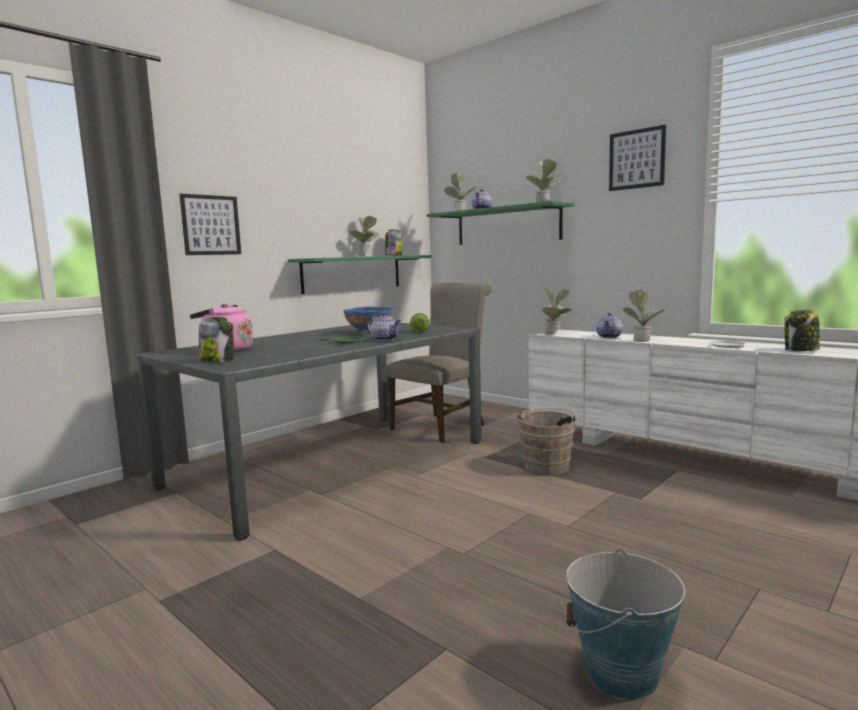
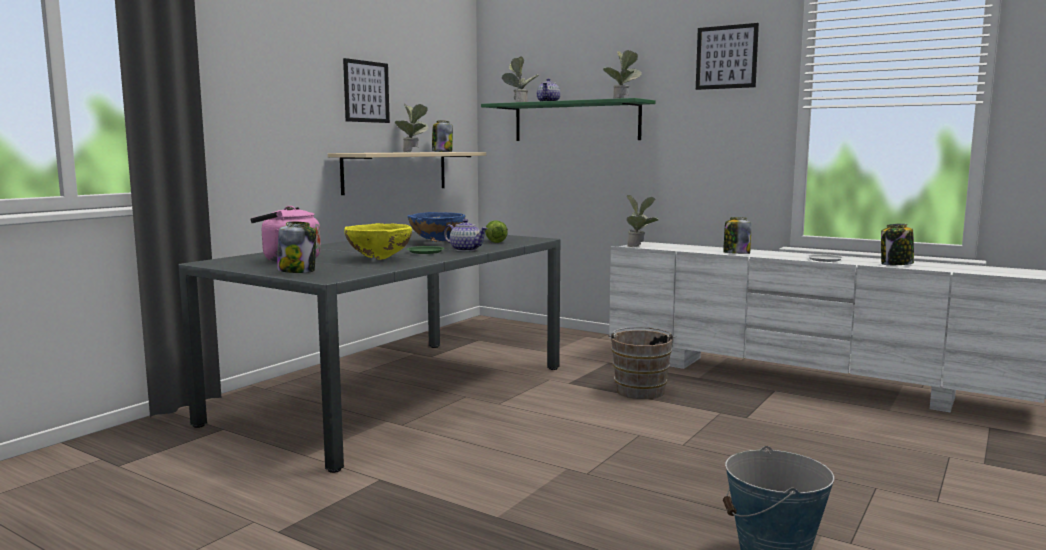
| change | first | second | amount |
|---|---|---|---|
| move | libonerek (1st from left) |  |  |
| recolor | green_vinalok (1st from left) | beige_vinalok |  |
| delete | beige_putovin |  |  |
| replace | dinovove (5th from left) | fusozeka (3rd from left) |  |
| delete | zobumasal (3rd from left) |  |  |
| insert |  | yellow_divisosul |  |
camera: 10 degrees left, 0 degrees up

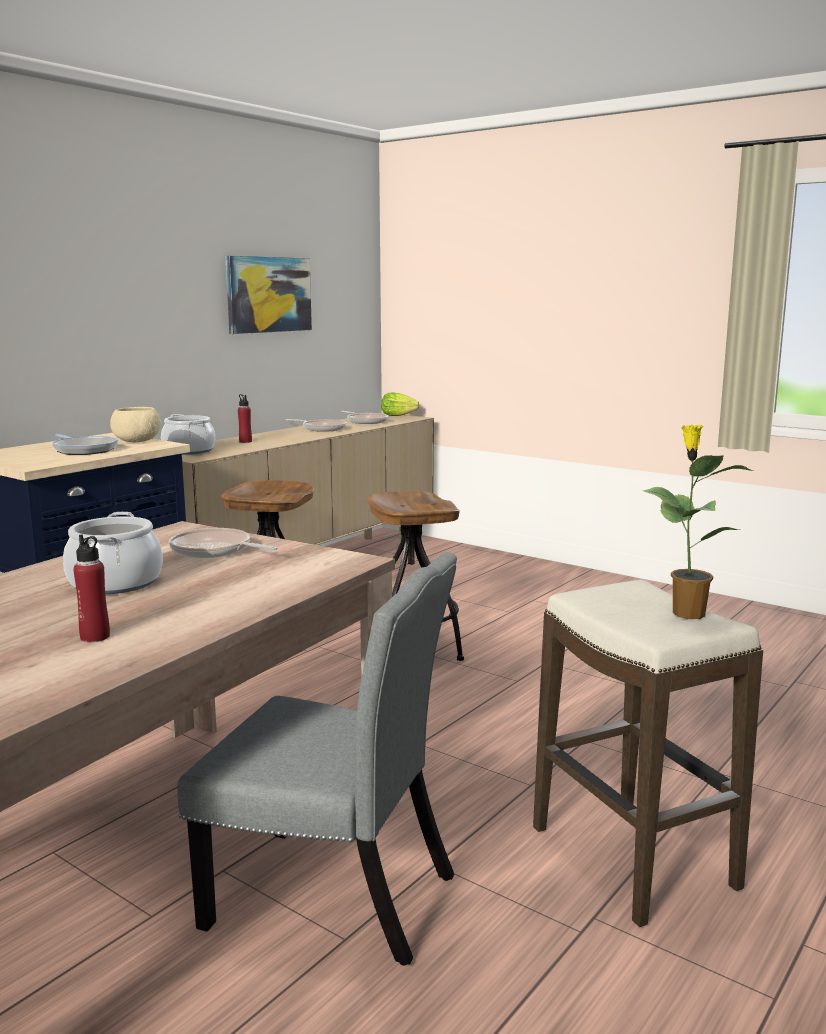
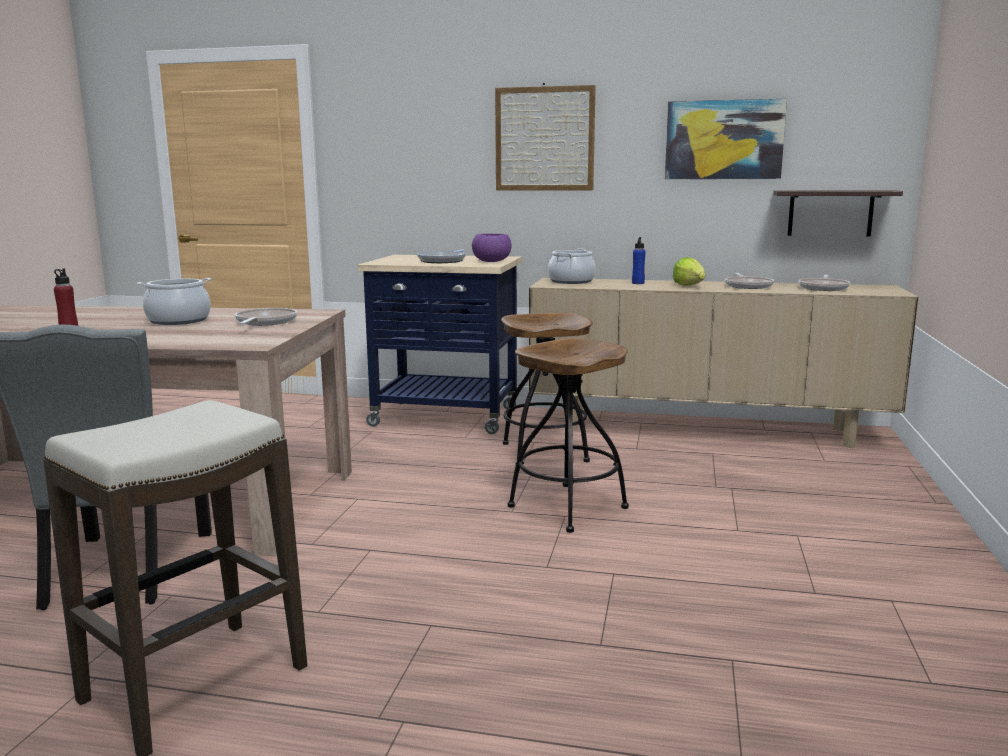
| change | first | second | amount |
|---|---|---|---|
| move | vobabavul |  |  |
| recolor | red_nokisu (2nd from left) | blue_nokisu |  |
| recolor | beige_divisosul | purple_divisosul |  |
| delete | dinovove |  |  |
| insert |  | libonerek (1st from left) |  |
| insert |  | vinalok |  |
camera: 65 degrees right, 0 degrees up

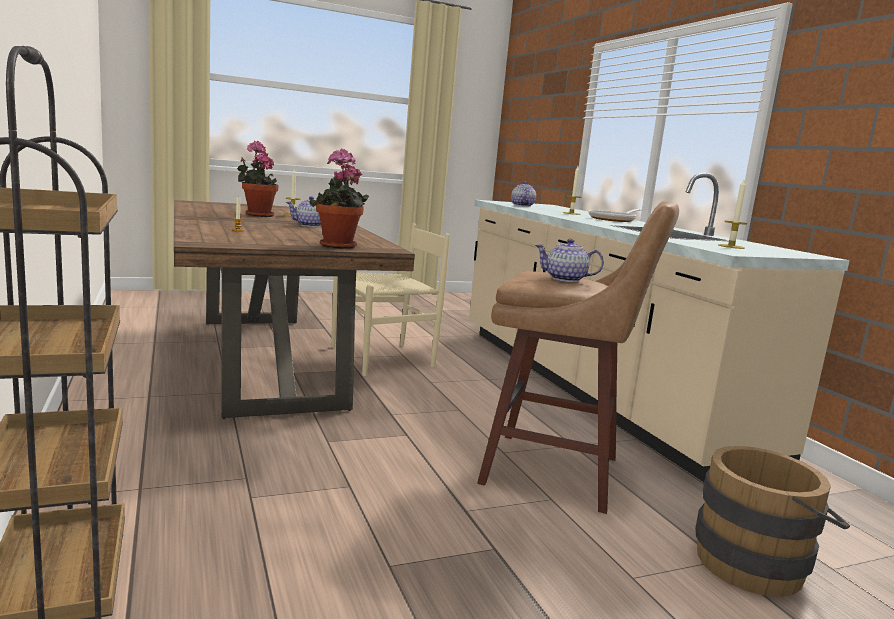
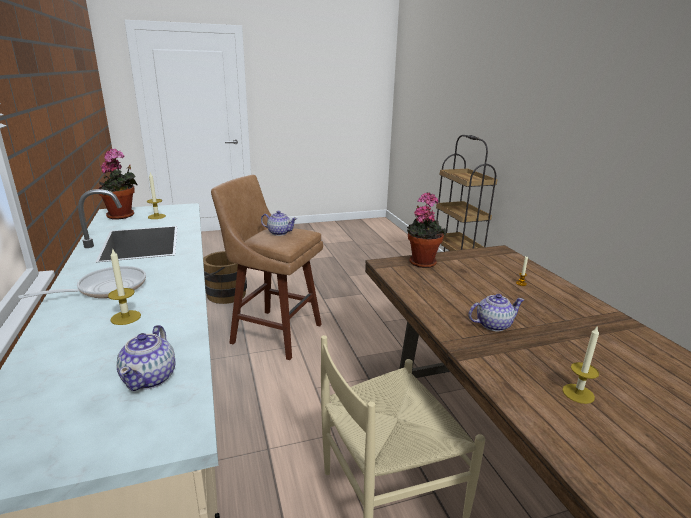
| change | first | second | amount |
|---|---|---|---|
| move | dinovove (1st from left) |  |  |
camera: 175 degrees left, 10 degrees up

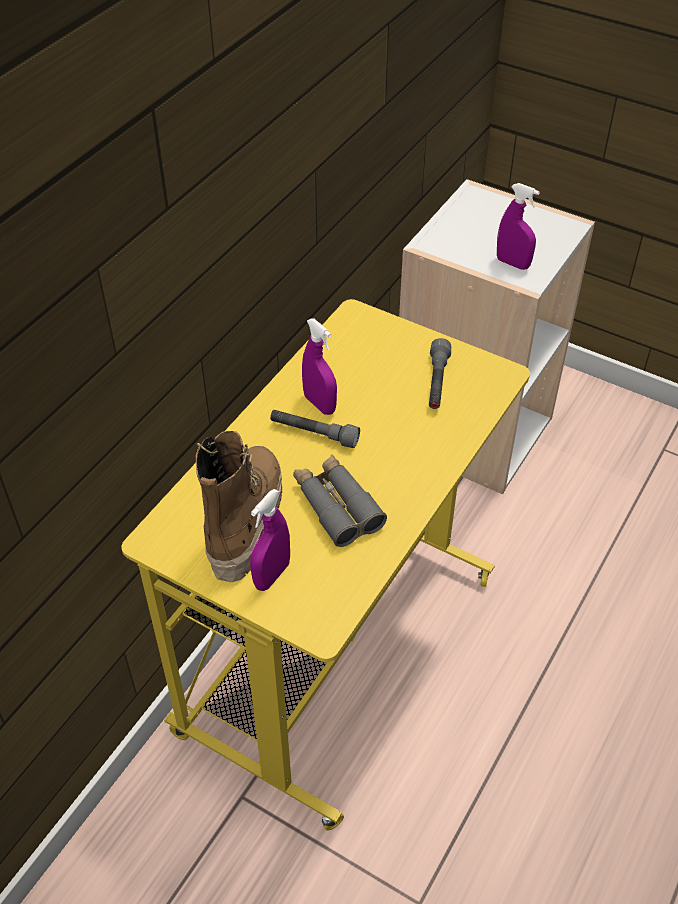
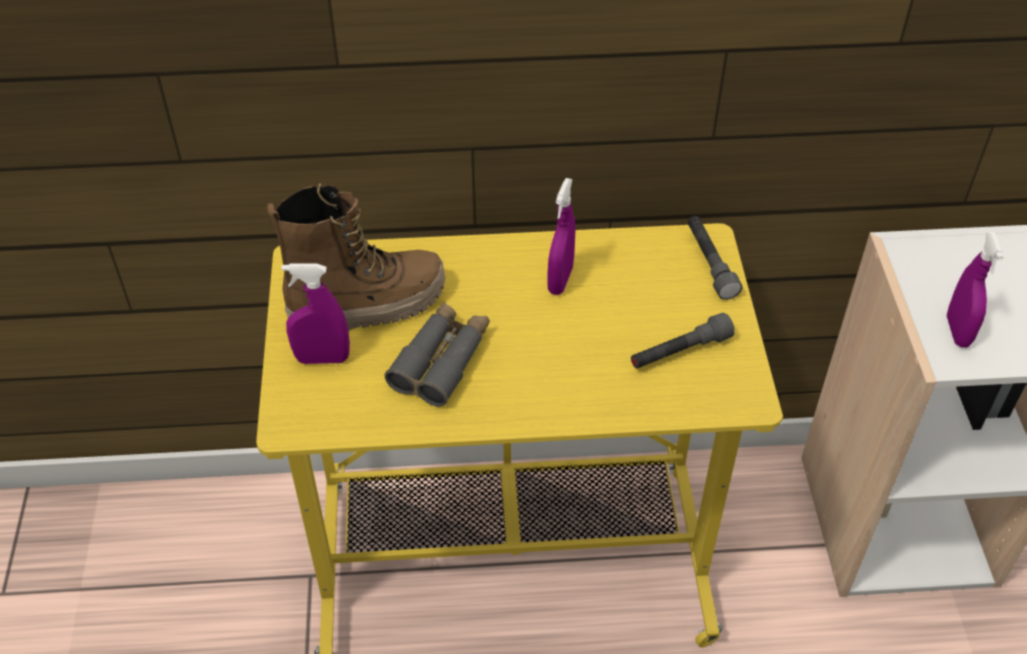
| change | first | second | amount |
|---|---|---|---|
| move | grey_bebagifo (1st from left in the first image) | grey_bebagifo (2nd from left) |  |
camera: 55 degrees right, 0 degrees up

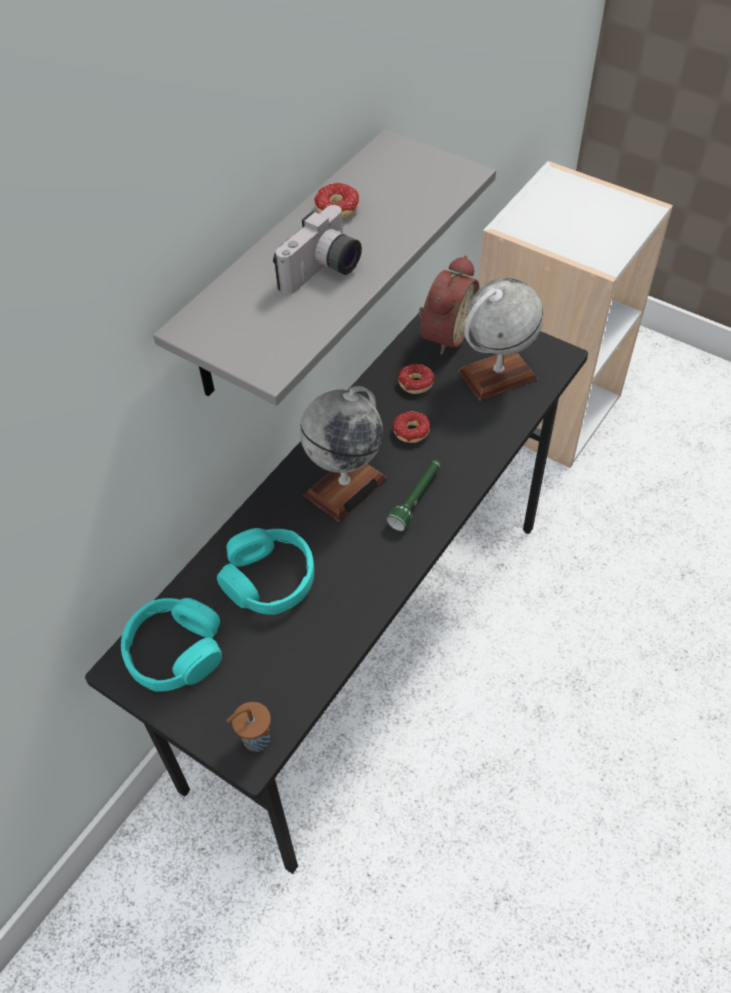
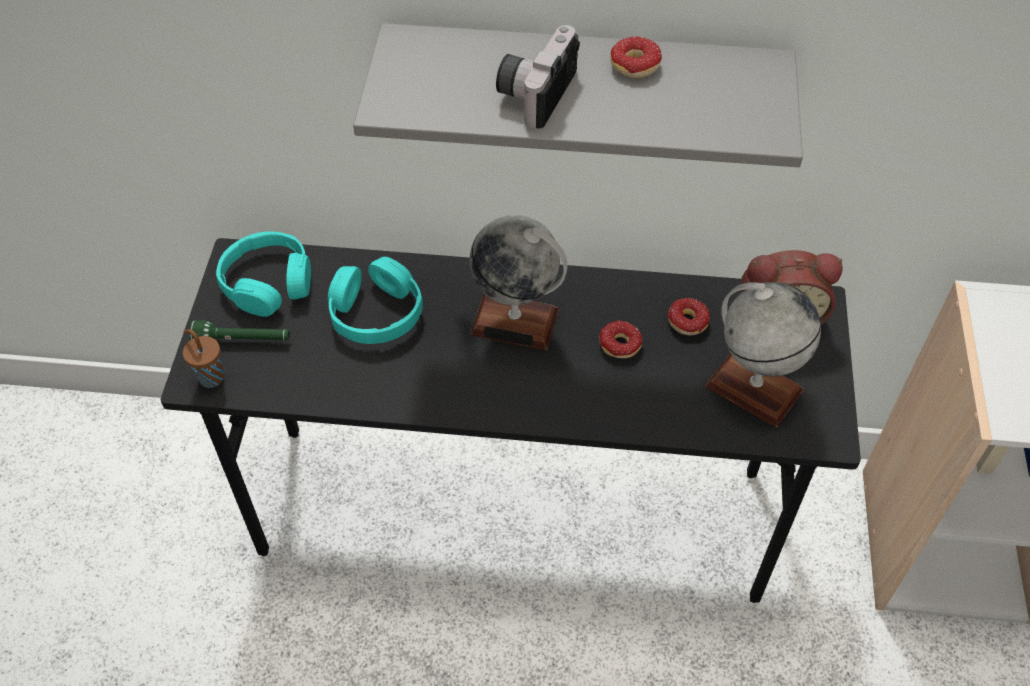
| change | first | second | amount |
|---|---|---|---|
| rotate | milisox |  | 105 degrees clockwise |
| move | green_bebagifo |  |  |
camera: 60 degrees right, 0 degrees up

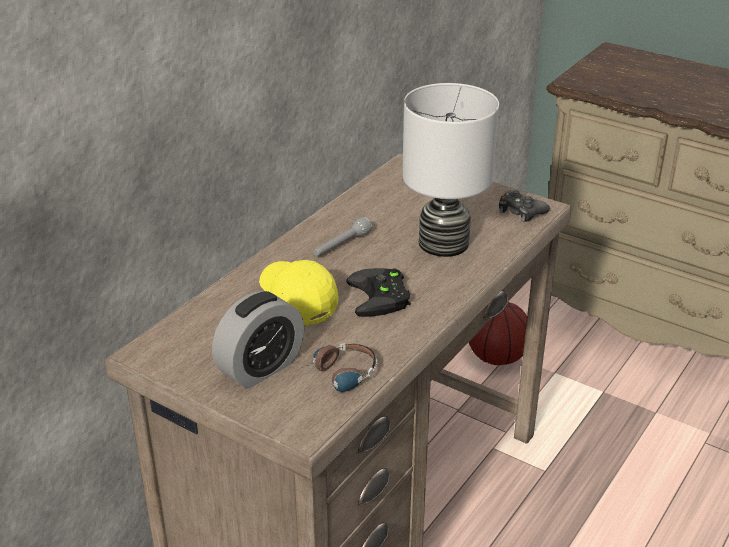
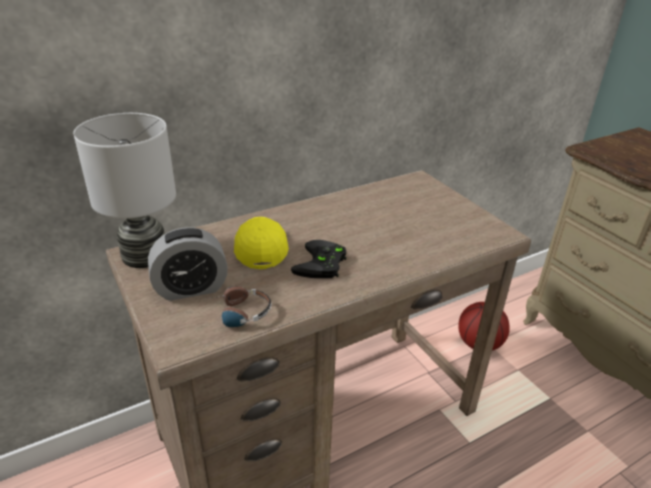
| change | first | second | amount |
|---|---|---|---|
| move | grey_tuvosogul |  |  |
| delete | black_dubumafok (2nd from left) |  |  |
| delete | grey_bebagifo |  |  |
camera: 25 degrees right, 0 degrees up

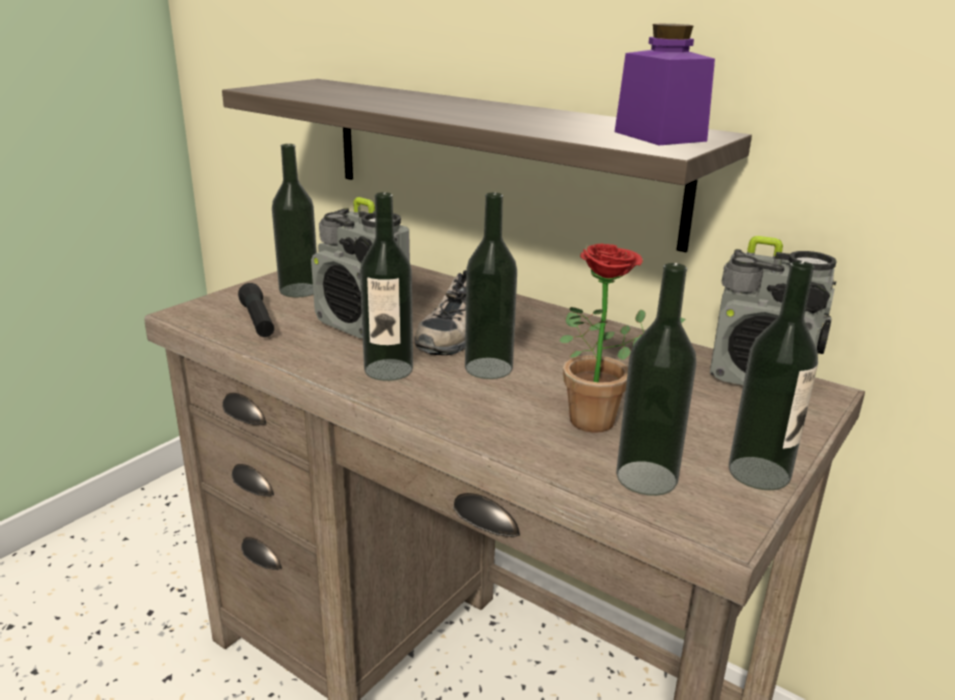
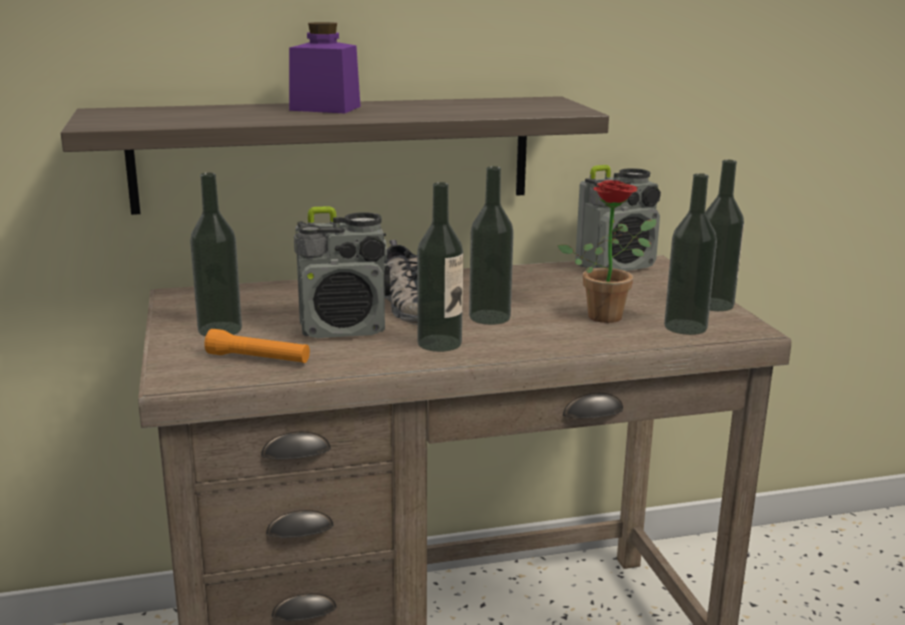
| change | first | second | amount |
|---|---|---|---|
| move | purple_fusozeka |  |  |
| recolor | black_bebagifo | orange_bebagifo |  |
camera: 50 degrees left, 5 degrees down

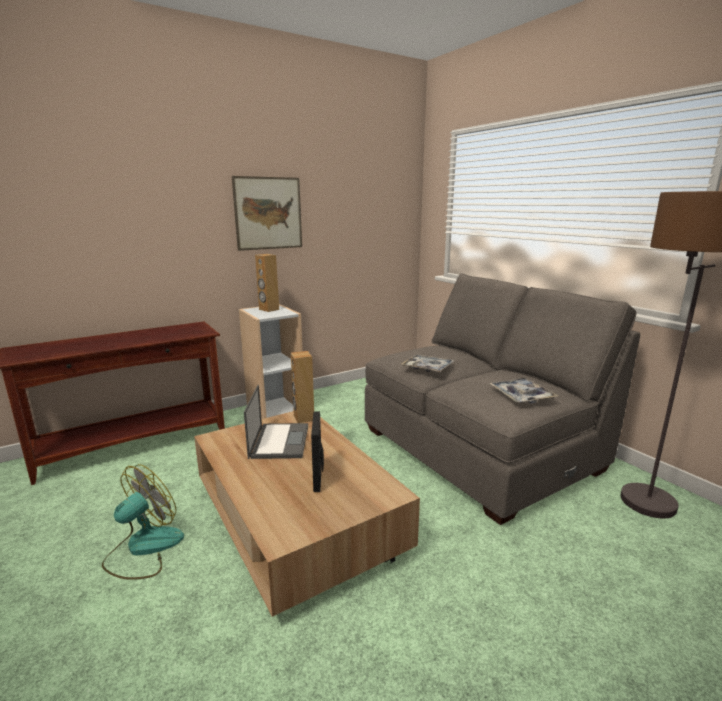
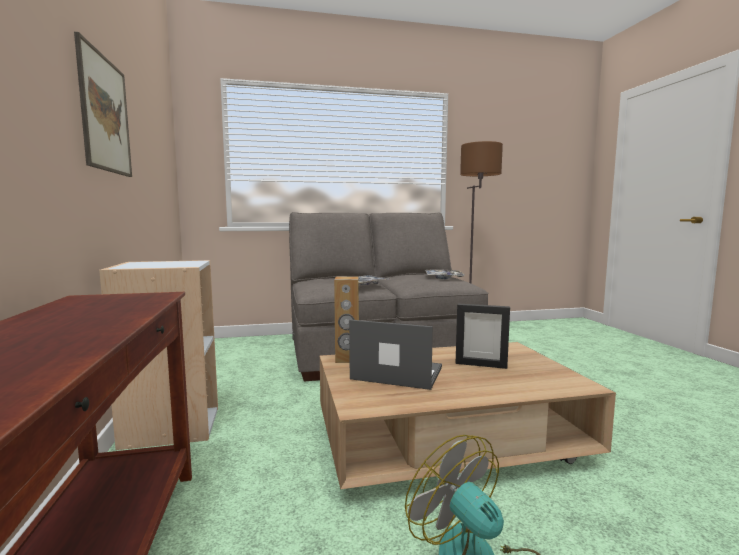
| change | first | second | amount |
|---|---|---|---|
| delete | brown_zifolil (1st from left) |  |  |
camera: 70 degrees left, 10 degrees down

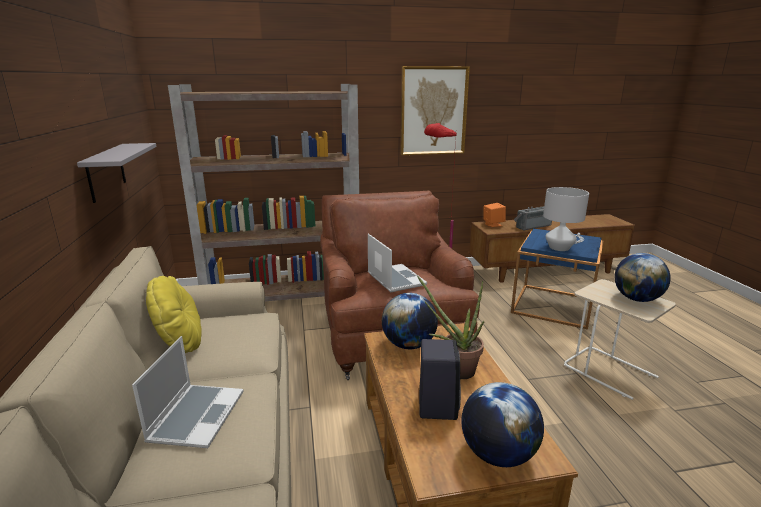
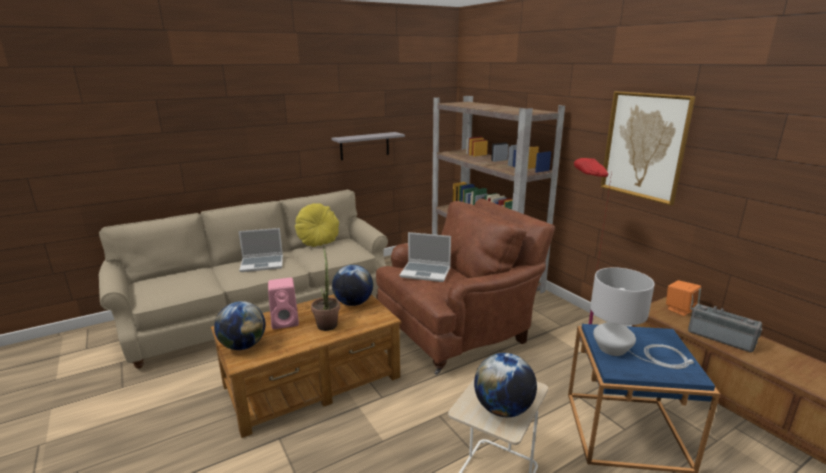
| change | first | second | amount |
|---|---|---|---|
| rotate | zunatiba (2nd from left) |  | 60 degrees clockwise |
| recolor | black_zifolil | pink_zifolil |  |
camera: 70 degrees right, 0 degrees up

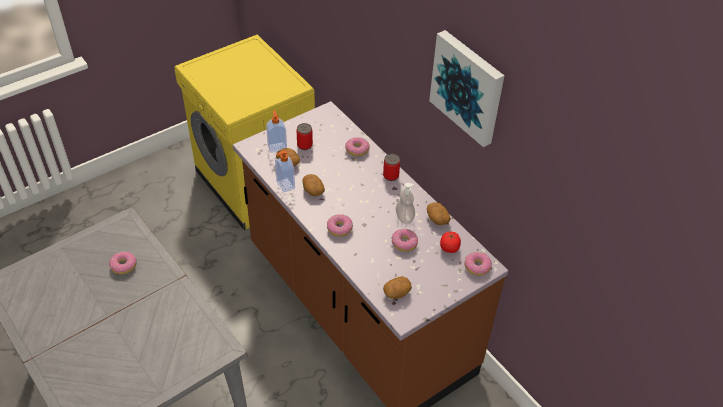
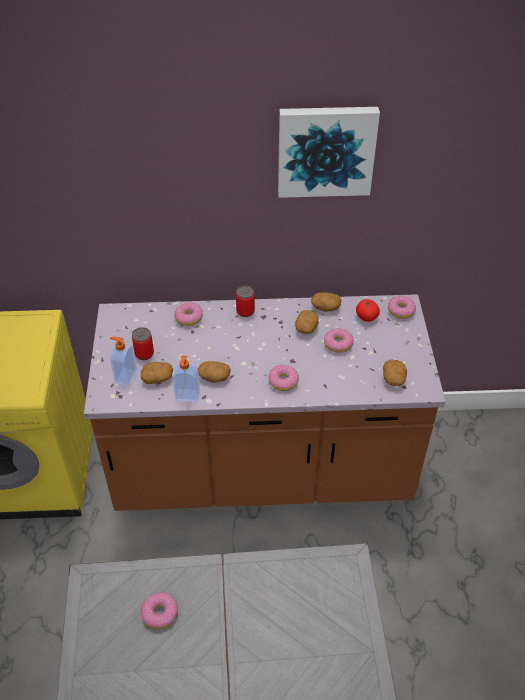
| change | first | second | amount |
|---|---|---|---|
| replace | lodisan (3rd from left) | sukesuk (3rd from left) |  |
camera: 55 degrees left, 0 degrees up

